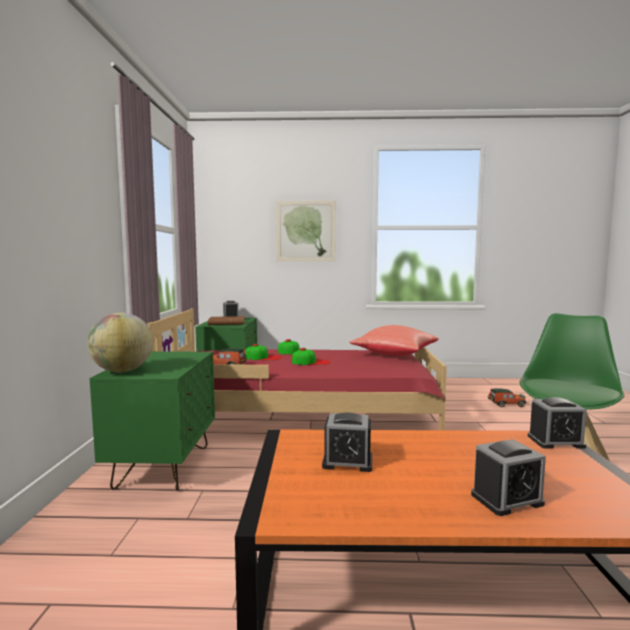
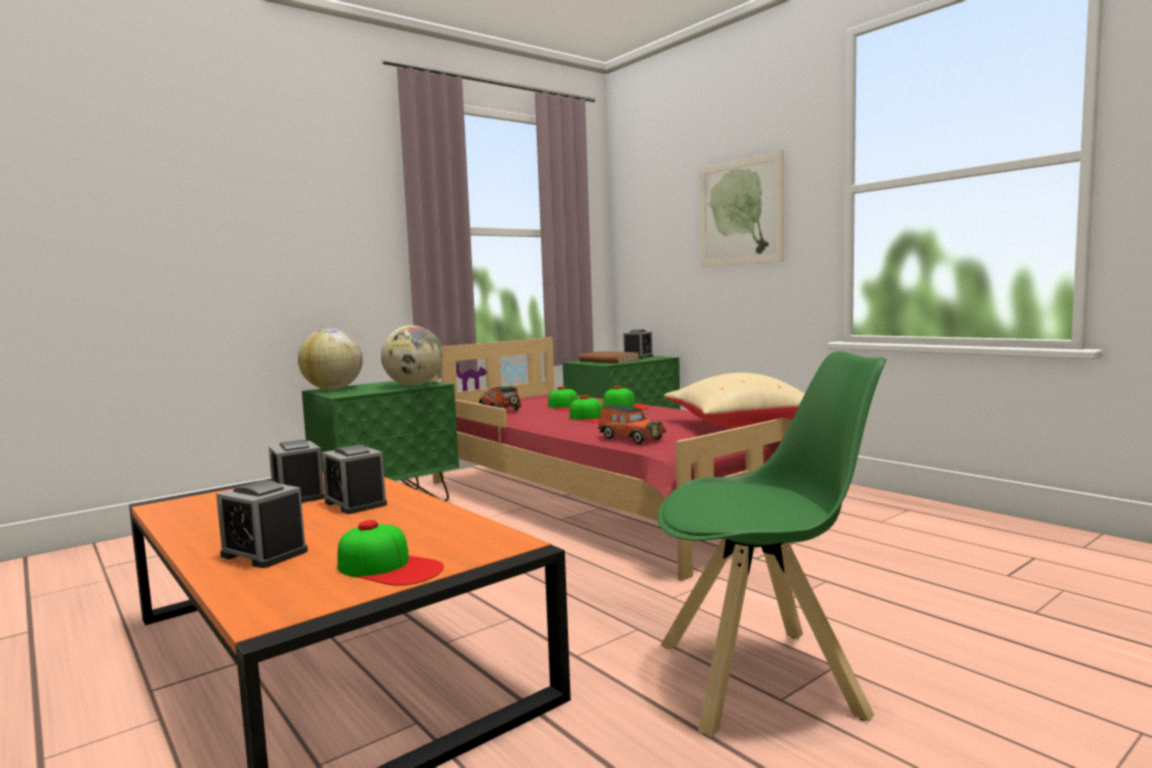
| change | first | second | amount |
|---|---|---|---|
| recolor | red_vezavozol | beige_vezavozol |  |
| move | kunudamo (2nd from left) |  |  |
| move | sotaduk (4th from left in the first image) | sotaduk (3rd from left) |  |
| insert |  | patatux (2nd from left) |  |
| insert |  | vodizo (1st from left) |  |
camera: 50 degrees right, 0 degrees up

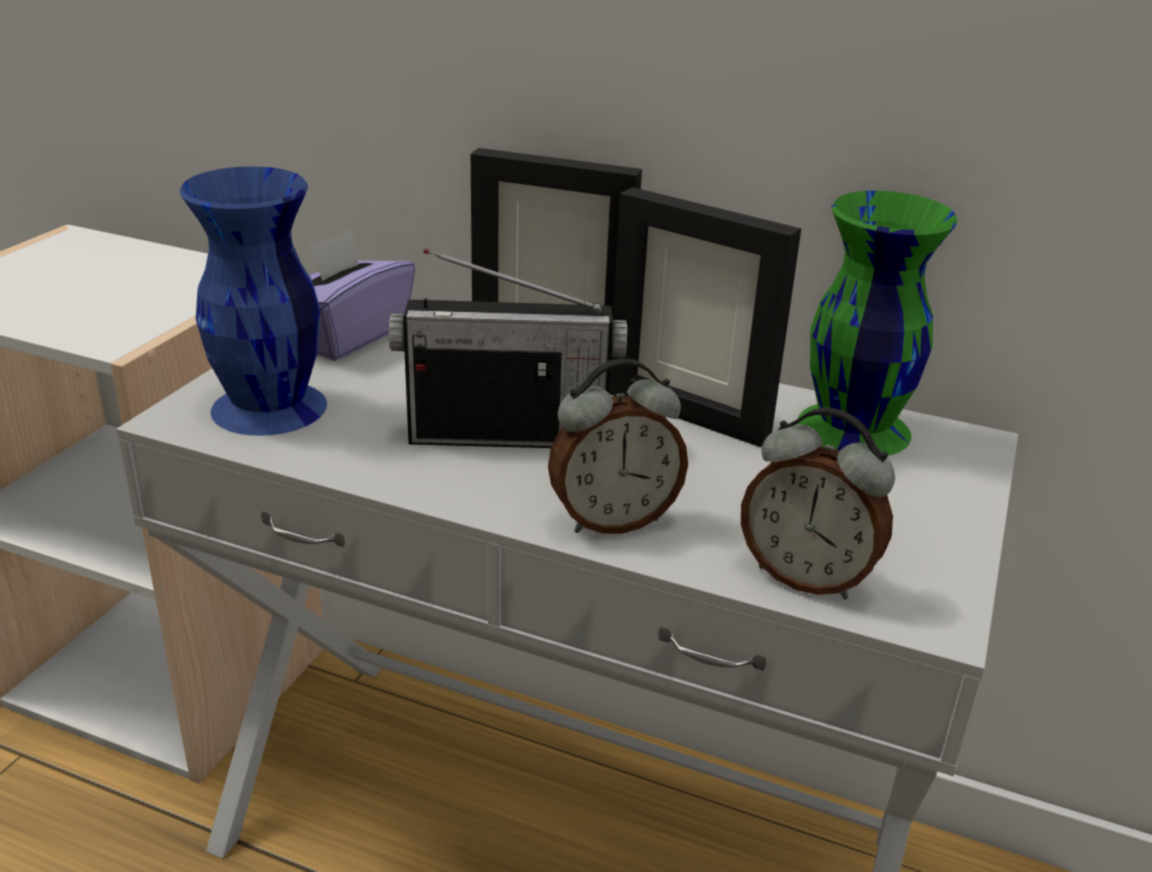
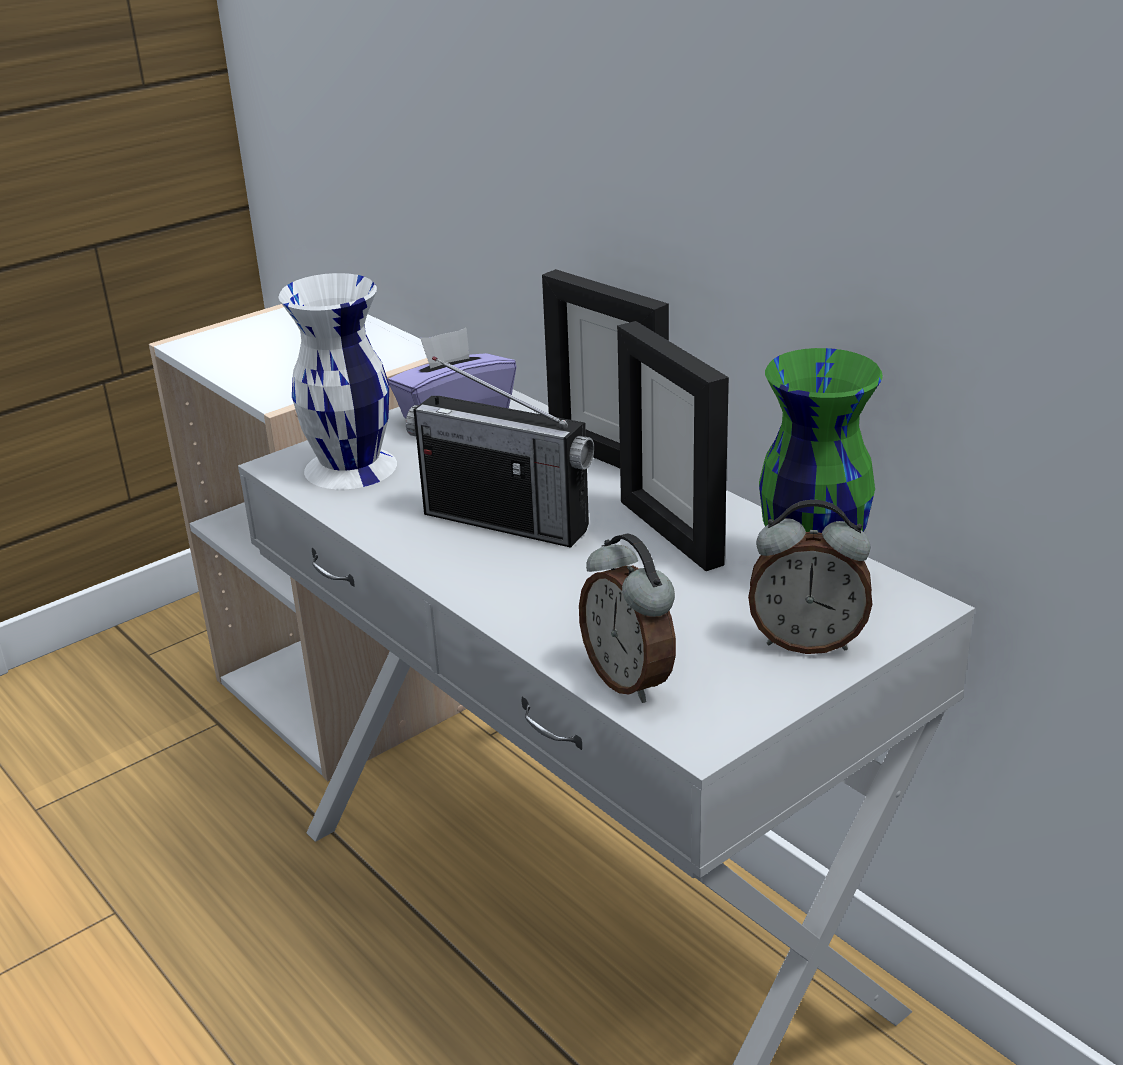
| change | first | second | amount |
|---|---|---|---|
| recolor | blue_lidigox | white_lidigox |  |
| move | sotaduk (1st from left in the first image) | sotaduk (2nd from left) |  |
camera: 30 degrees right, 0 degrees up

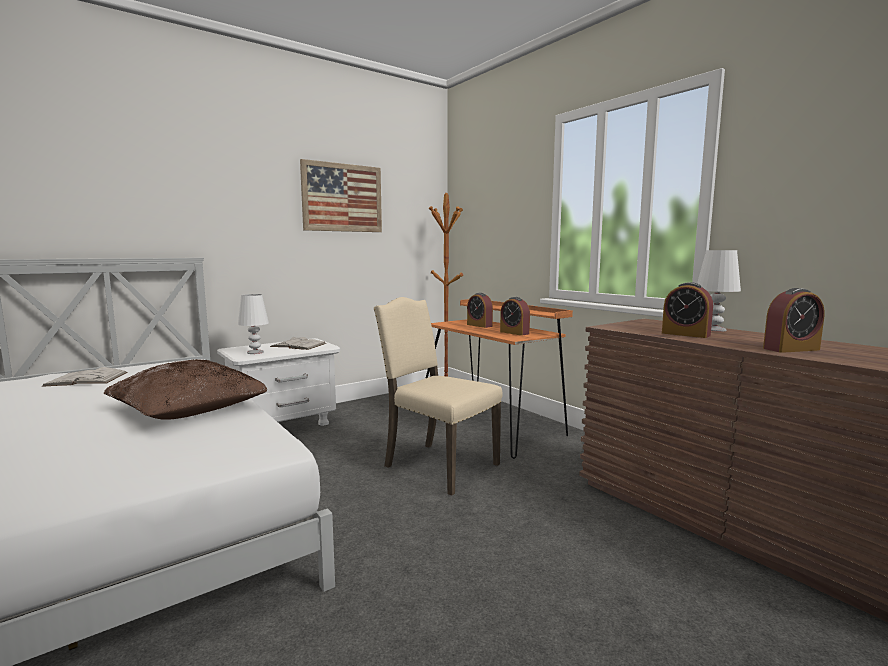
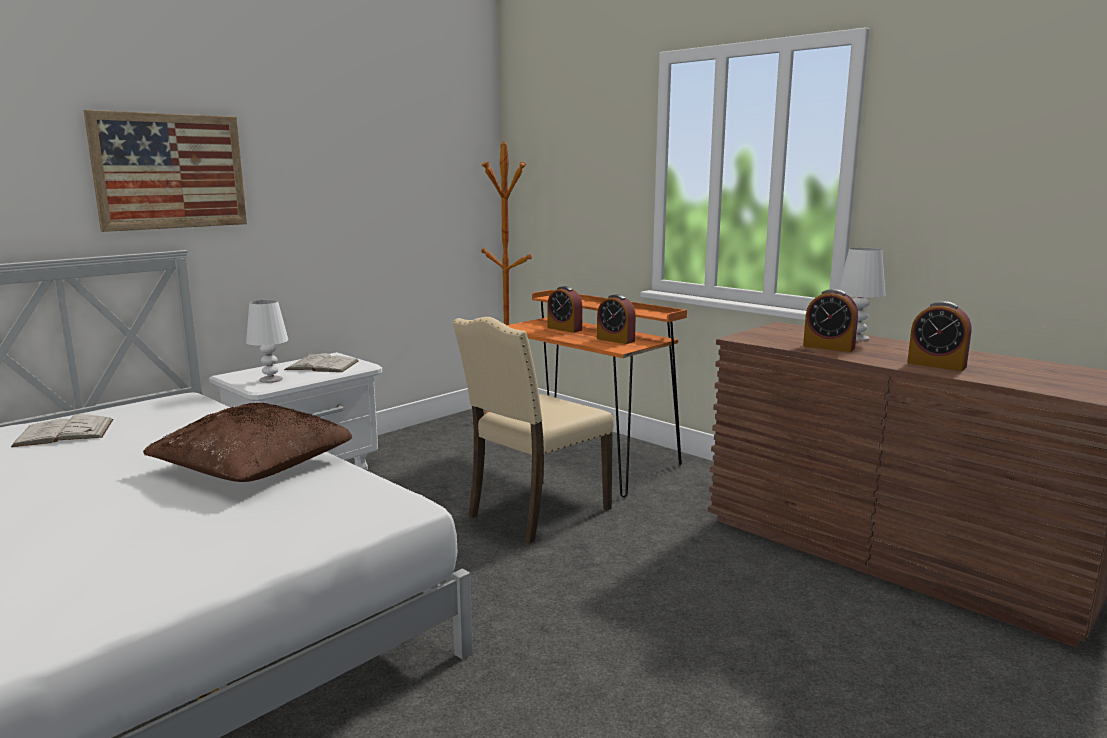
| change | first | second | amount |
|---|---|---|---|
| move | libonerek |  |  |
| rotate | sotaduk (4th from left) |  | 60 degrees clockwise |
| rotate | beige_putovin |  | 75 degrees counterclockwise |
camera: 10 degrees left, 5 degrees up

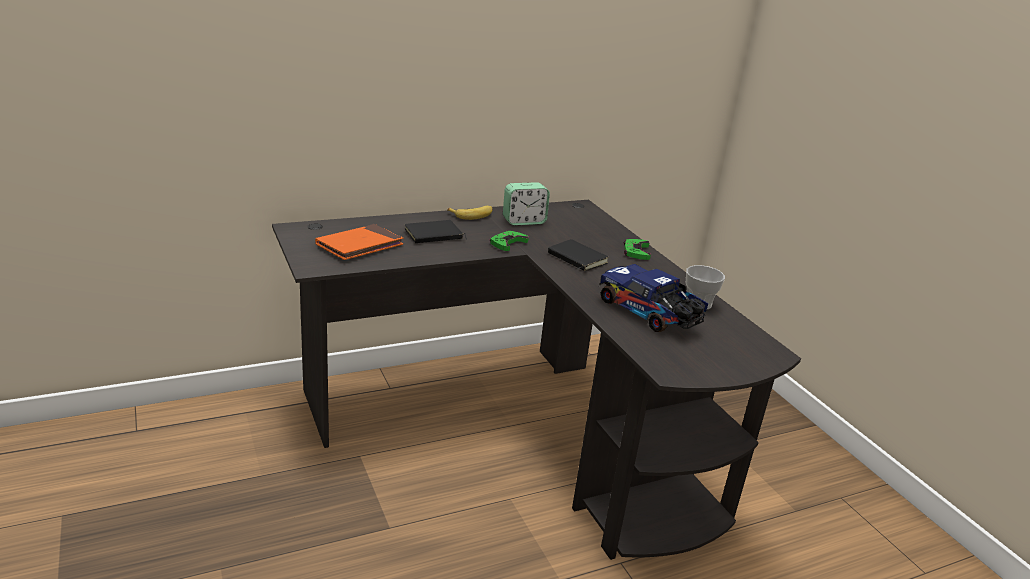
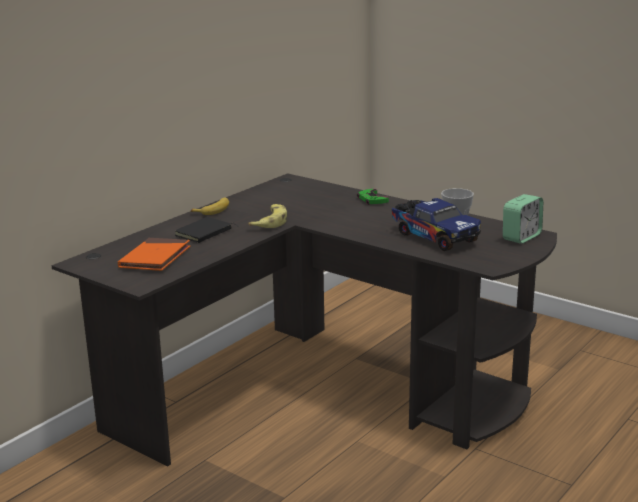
| change | first | second | amount |
|---|---|---|---|
| move | sotaduk |  |  |
| replace | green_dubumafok (1st from left) | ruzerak (2nd from left) |  |
| delete | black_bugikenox (2nd from left) |  |  |
| rotate | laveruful |  | 150 degrees counterclockwise |
camera: 25 degrees left, 5 degrees down

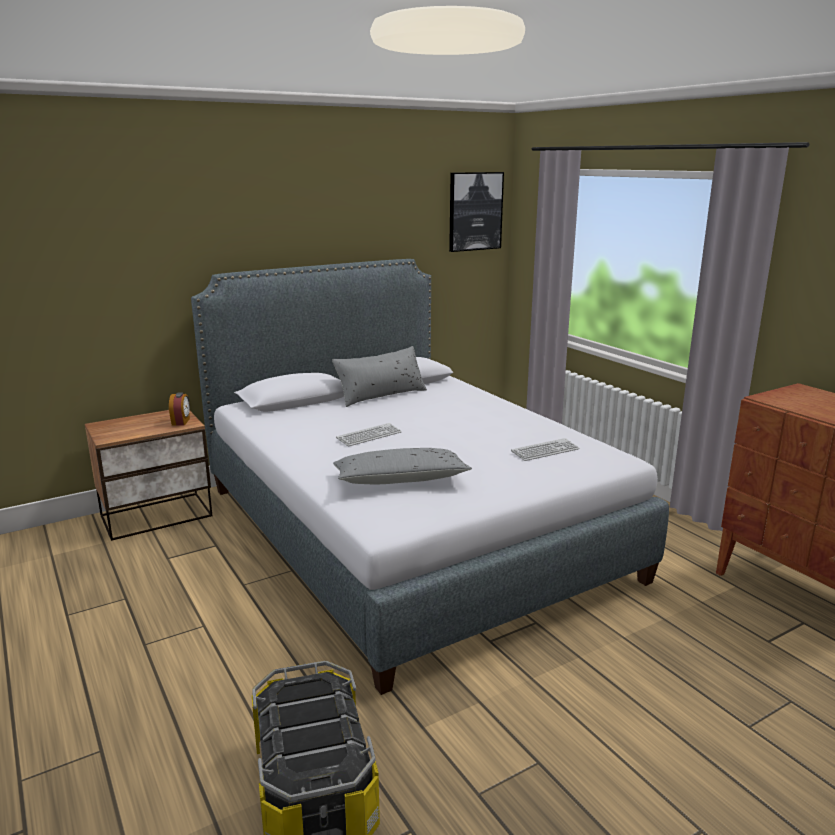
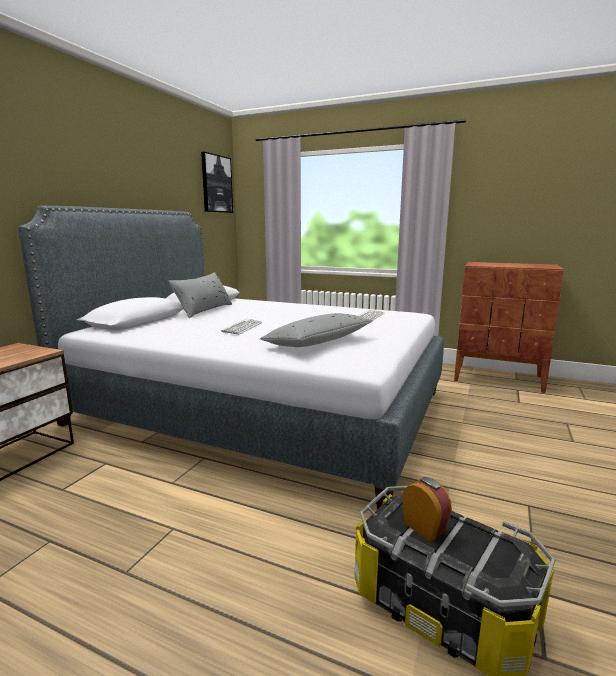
| change | first | second | amount |
|---|---|---|---|
| move | sotaduk |  |  |
camera: 35 degrees left, 5 degrees down

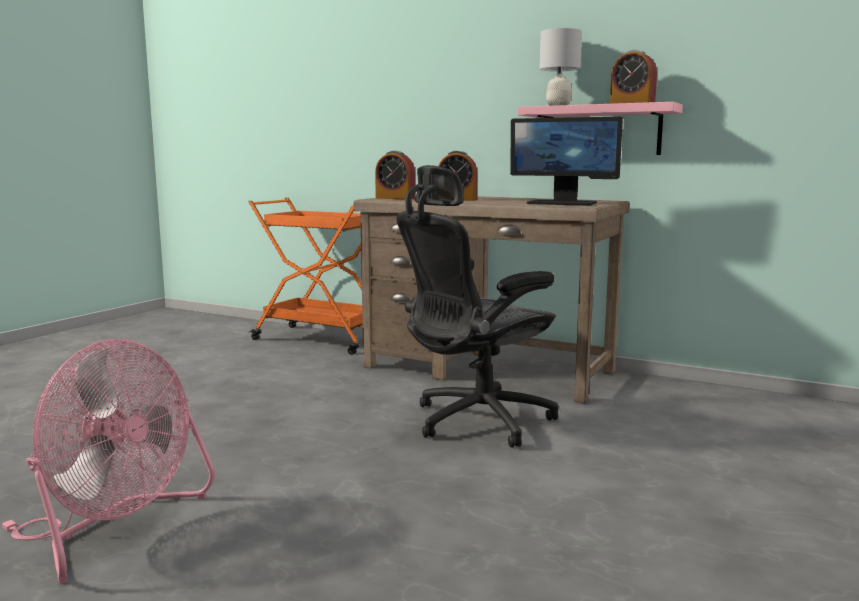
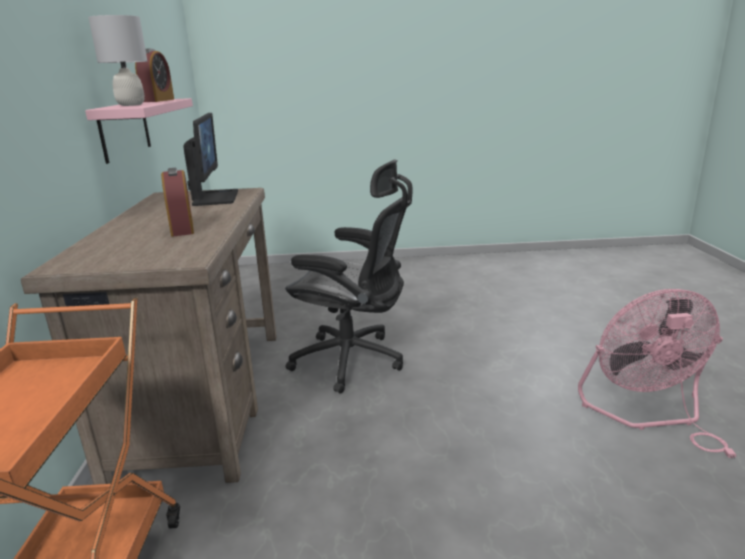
| change | first | second | amount |
|---|---|---|---|
| delete | sotaduk (1st from left) |  |  |
camera: 120 degrees left, 10 degrees up

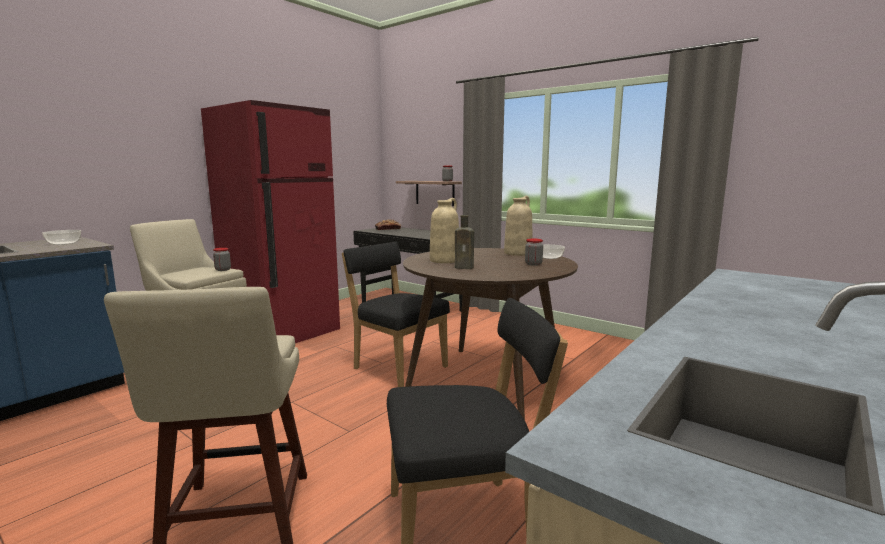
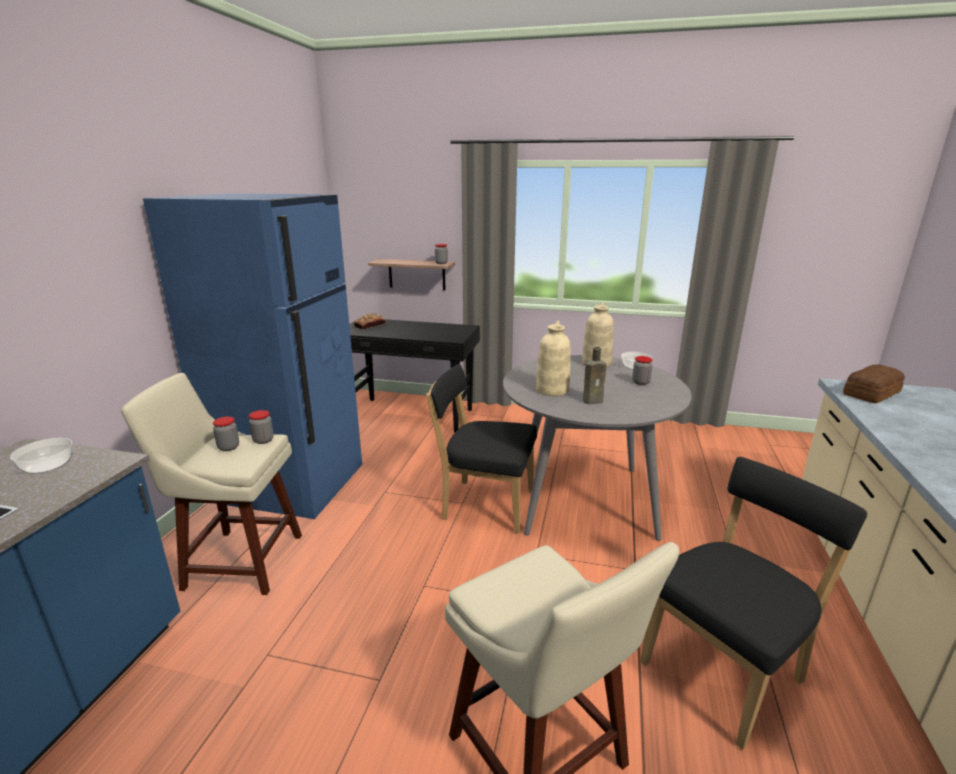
| change | first | second | amount |
|---|---|---|---|
| recolor | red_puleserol | blue_puleserol |  |
| recolor | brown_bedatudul | grey_bedatudul |  |
| insert |  | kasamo (2nd from left) |  |
| insert |  | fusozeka (1st from left) |  |
camera: 25 degrees left, 10 degrees up

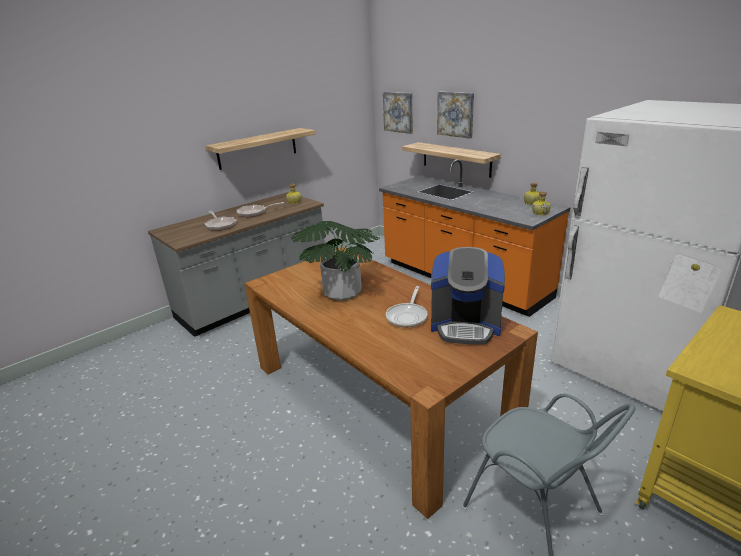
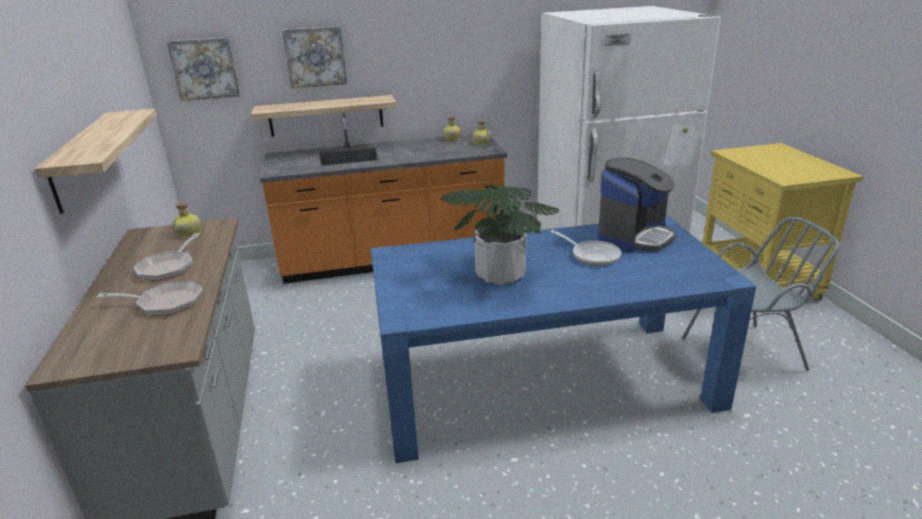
| change | first | second | amount |
|---|---|---|---|
| recolor | brown_bedatudul | blue_bedatudul |  |
camera: 60 degrees left, 0 degrees up

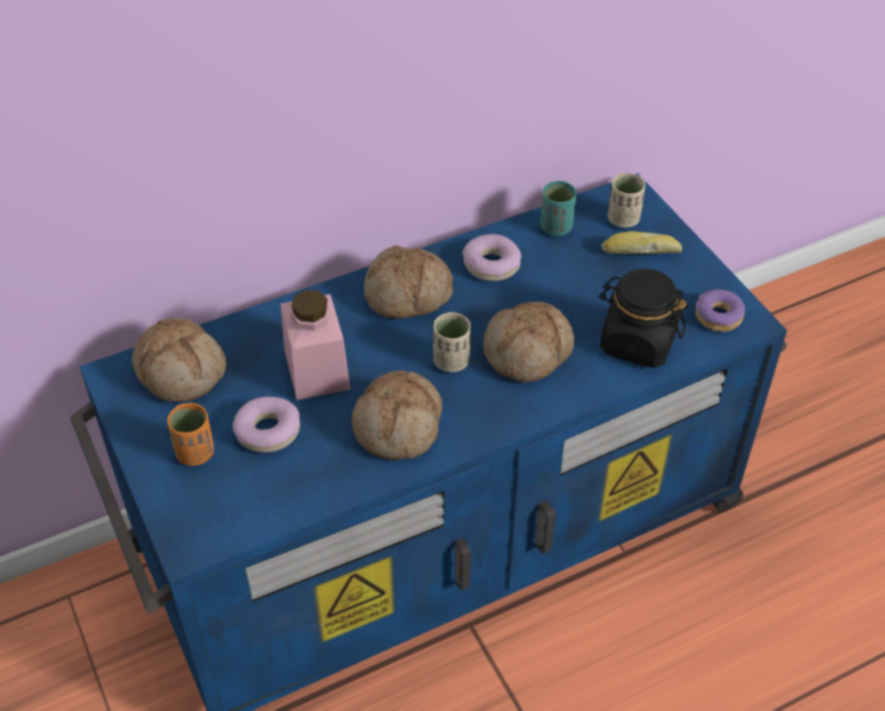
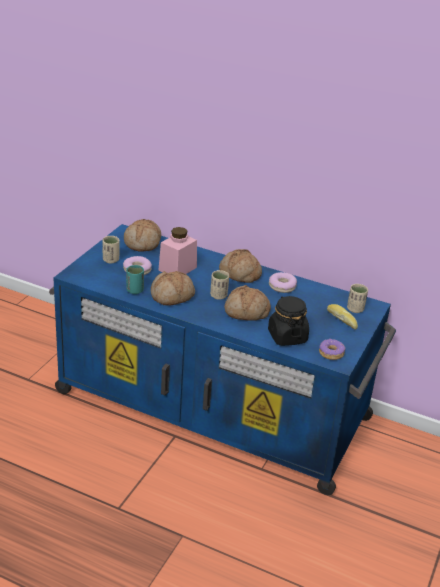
| change | first | second | amount |
|---|---|---|---|
| move | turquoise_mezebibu |  |  |
| recolor | orange_mezebibu | beige_mezebibu (1st from left) |  |
camera: 50 degrees right, 15 degrees down

